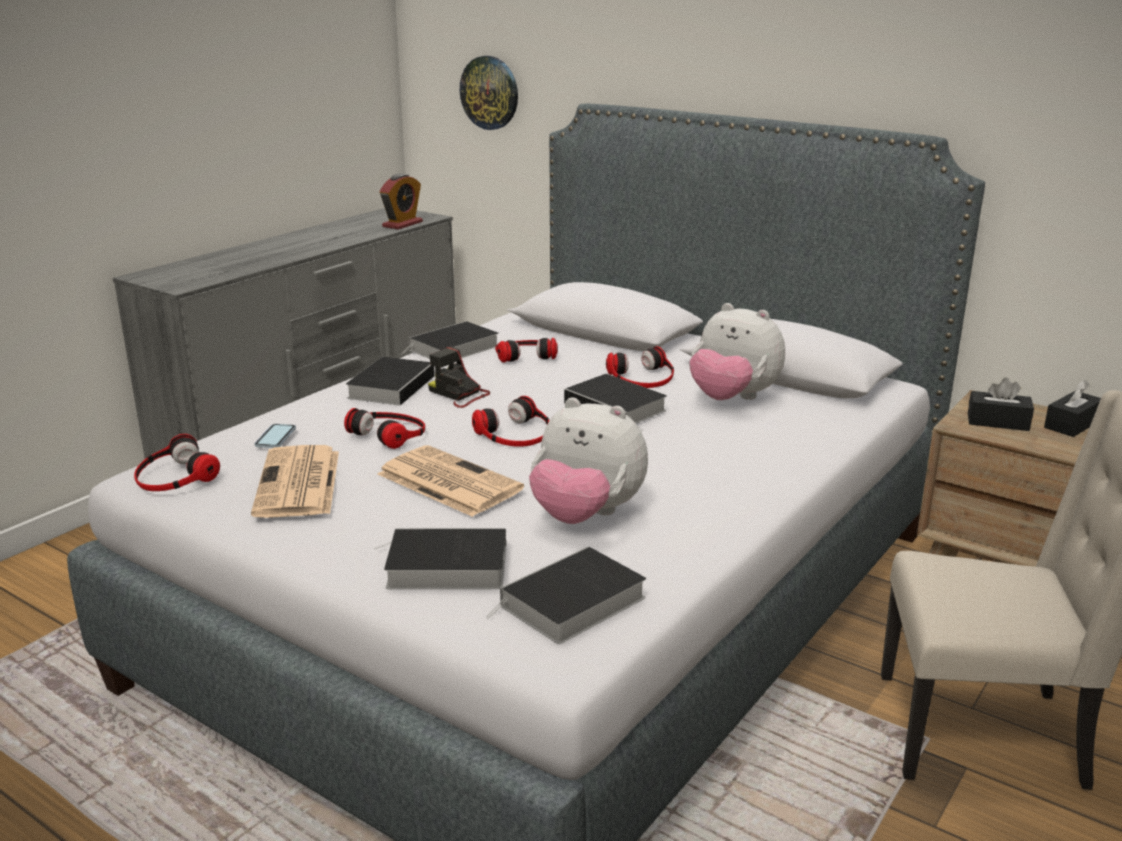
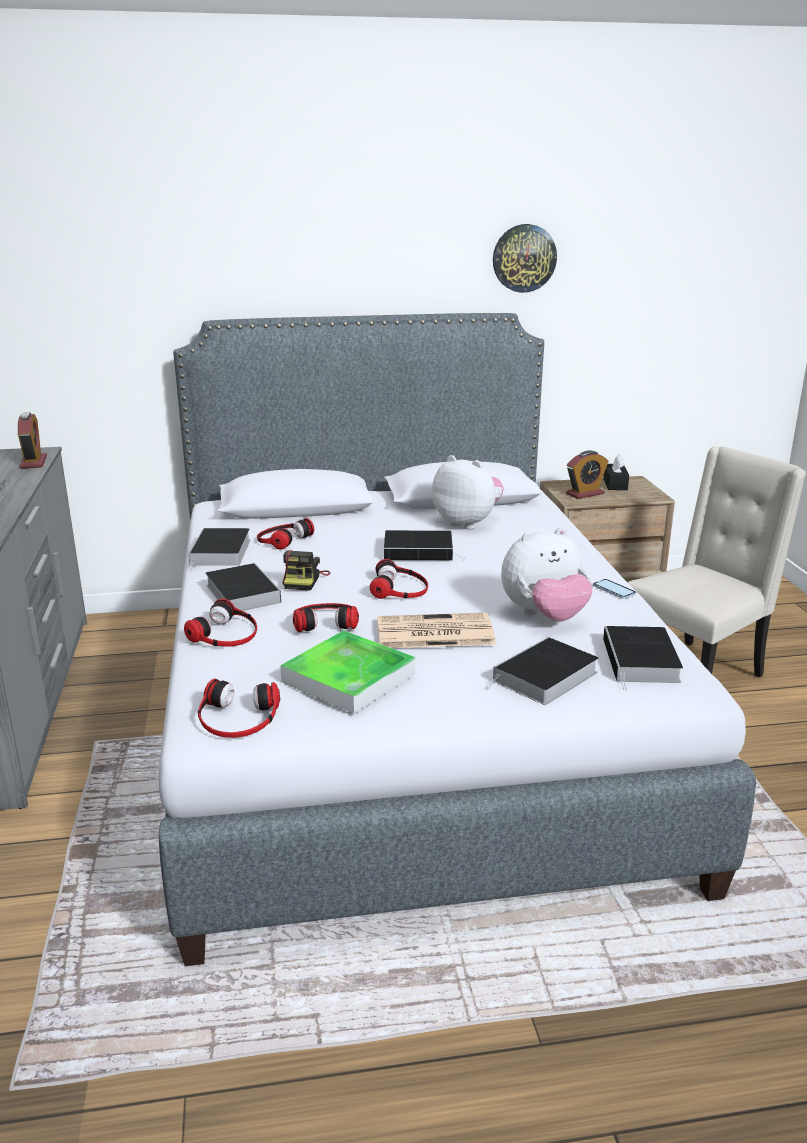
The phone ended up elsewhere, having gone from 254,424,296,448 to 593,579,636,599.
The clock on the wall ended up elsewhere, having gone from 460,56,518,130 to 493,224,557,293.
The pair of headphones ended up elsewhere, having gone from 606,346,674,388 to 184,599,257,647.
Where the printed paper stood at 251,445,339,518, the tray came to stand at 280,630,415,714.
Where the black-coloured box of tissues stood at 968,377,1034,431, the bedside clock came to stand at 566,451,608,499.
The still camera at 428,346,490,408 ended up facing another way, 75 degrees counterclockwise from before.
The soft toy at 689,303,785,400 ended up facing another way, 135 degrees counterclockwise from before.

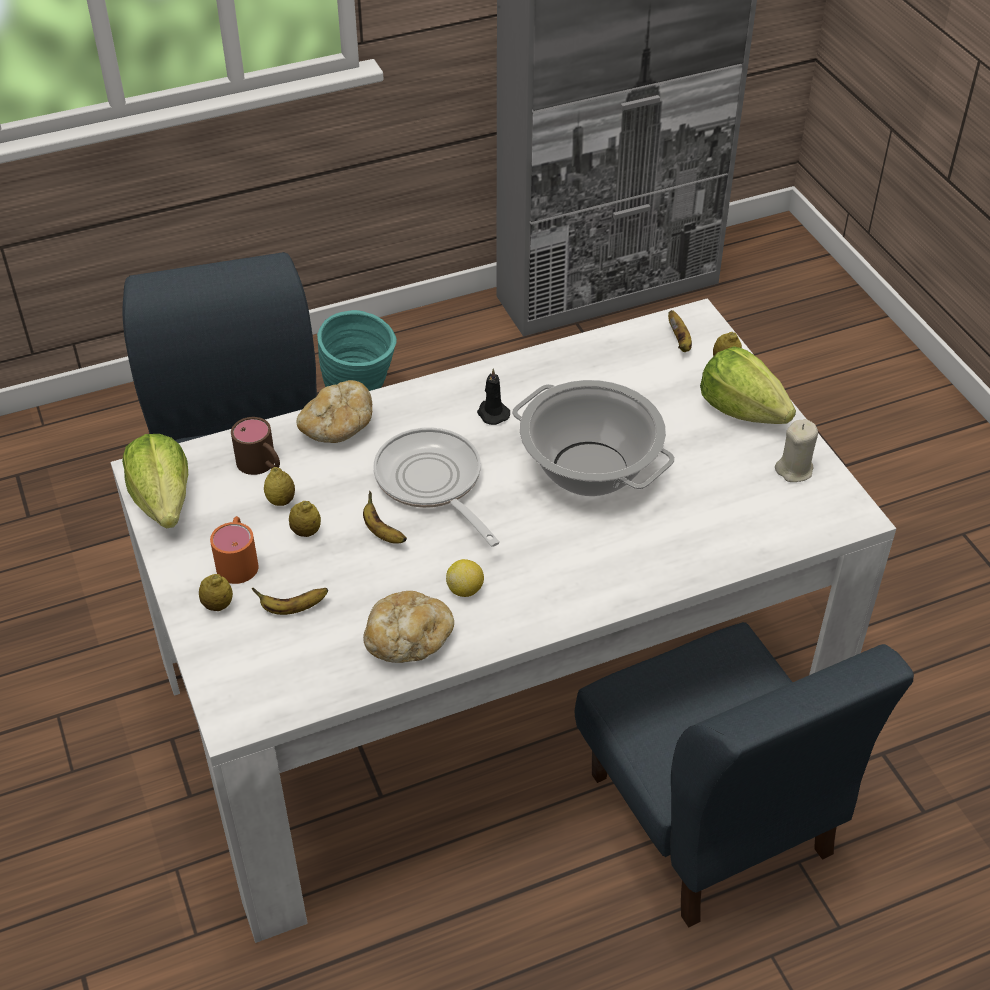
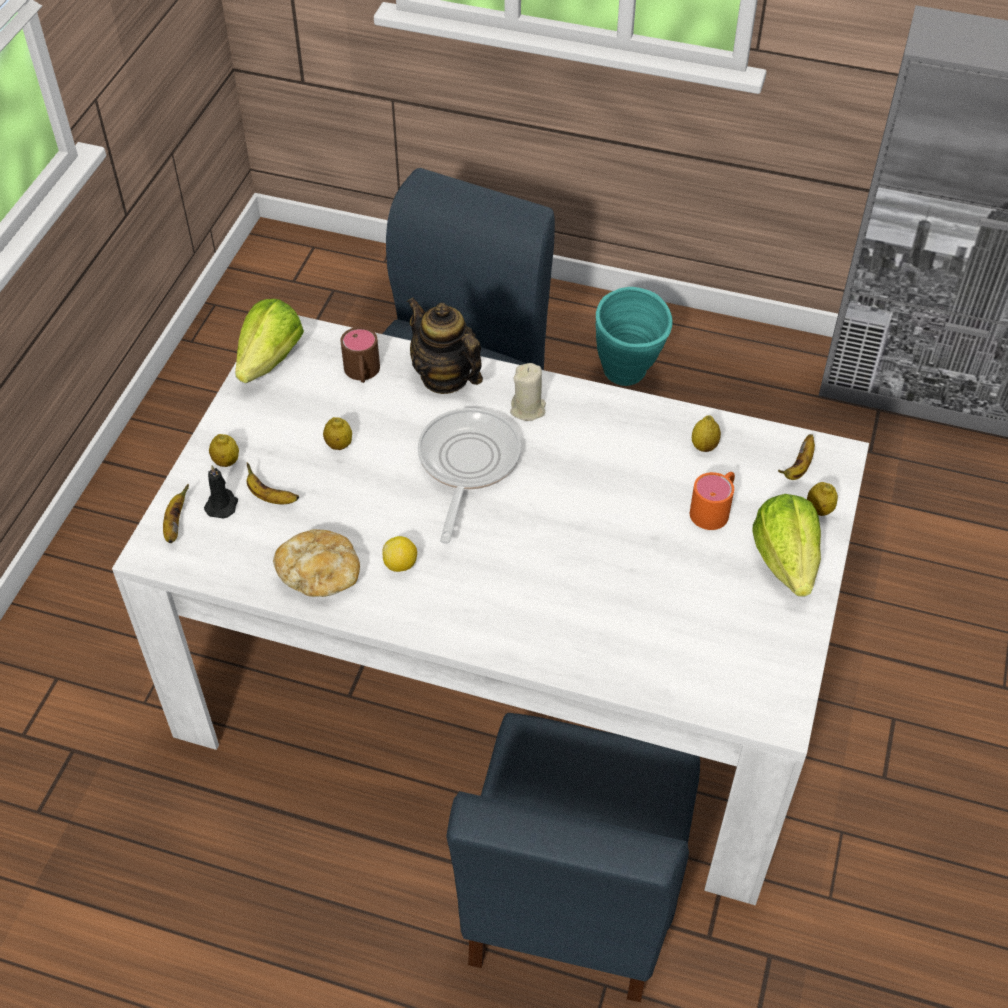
The second view lost the saucepot at 512,380,675,496.
The orange-coloured coffee mug ended up elsewhere, having gone from 210,516,259,584 to 690,472,735,530.
The whole lemon ended up elsewhere, having gone from 264,467,295,506 to 692,415,721,452.
The banana fruit ended up elsewhere, having gone from 363,491,407,544 to 163,484,189,543.
The black-coloured wax light ended up elsewhere, having gone from 477,368,510,425 to 204,465,238,518.
The sand-coloured wax light ended up elsewhere, having gone from 775,419,818,482 to 510,363,546,421.
Where the bakery bread stood at 297,380,372,443, the teapot came to stand at 407,297,483,394.

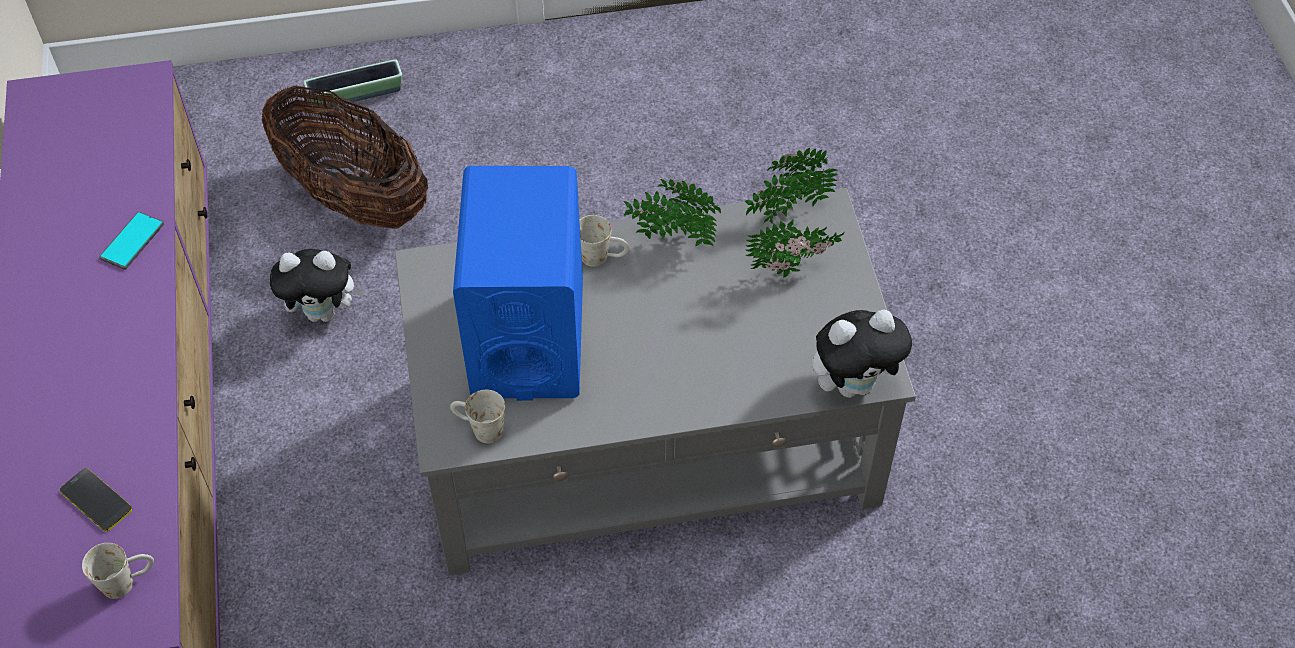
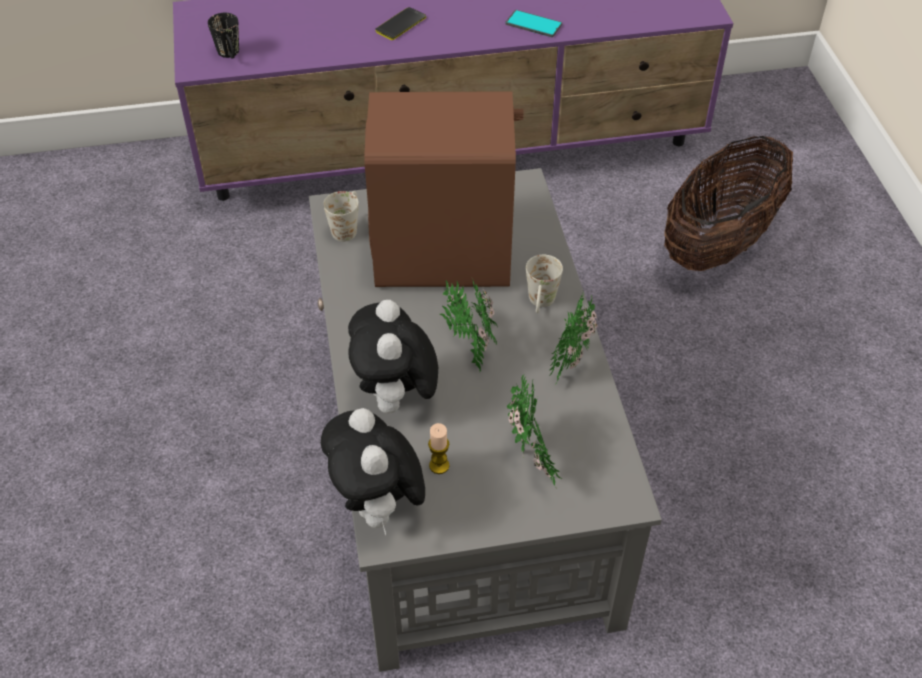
The second view lost the flower pot at 303,59,402,108.
The second view gained the wax light at 428,423,449,474.
The phone ended up elsewhere, having gone from 60,468,132,532 to 375,7,426,40.
The soft toy ended up elsewhere, having gone from 270,249,365,322 to 348,300,438,415.
The potted plant ended up elsewhere, having gone from 745,148,838,224 to 440,277,498,372.
What was the white coffee mug at 82,543,154,599 turned into the black-coloured coffee mug at 208,13,239,58.
What was the bluish loudspeaker at 453,166,583,401 turned into the brown loudspeaker at 364,91,523,287.

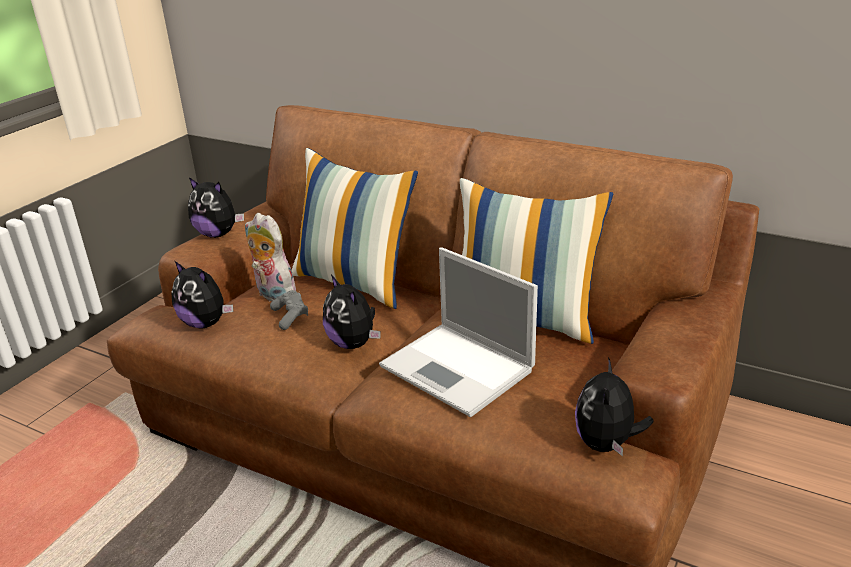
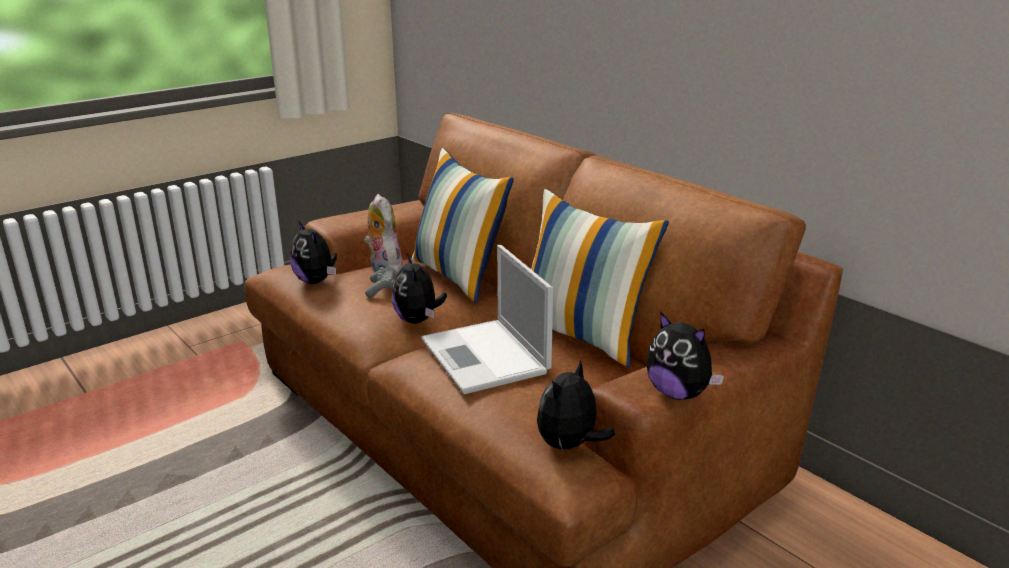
The soft toy ended up elsewhere, having gone from 188,177,244,238 to 646,312,724,400.

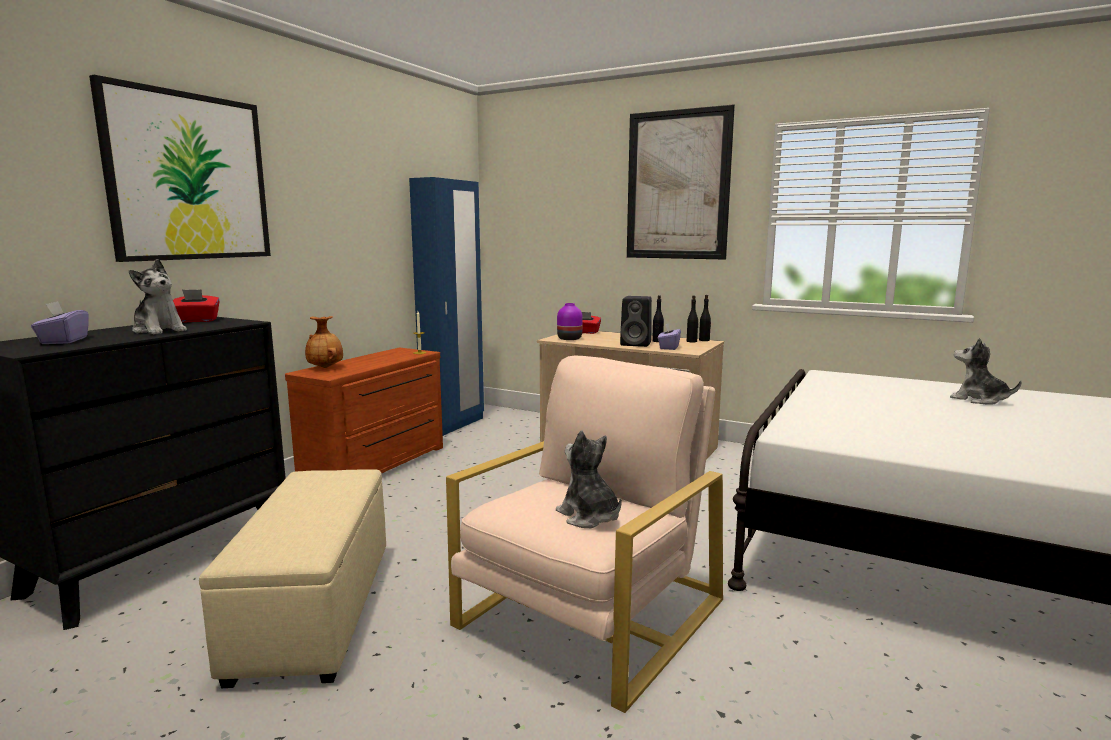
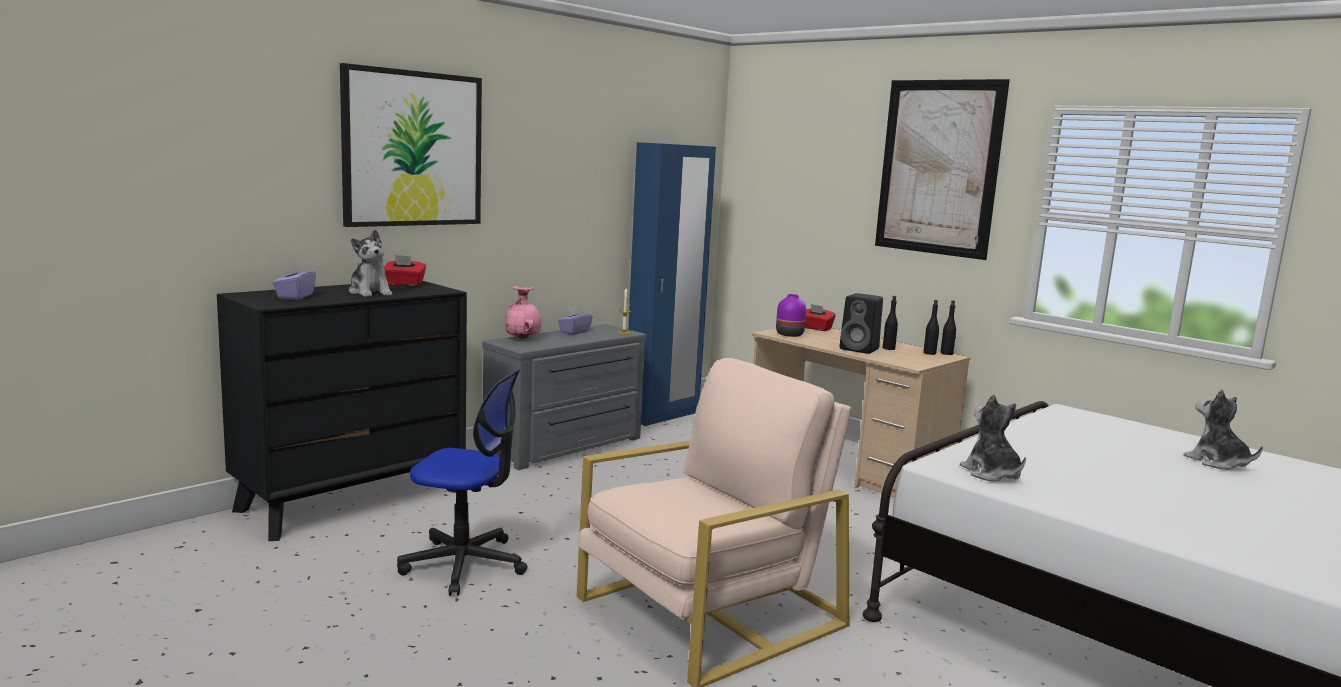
The soft toy ended up elsewhere, having gone from 556,430,622,528 to 960,395,1026,482.
The purplish box of tissues ended up elsewhere, having gone from 658,323,681,350 to 558,306,593,335.
Where the sand-coloured footrest stood at 199,469,386,688, the computer chair came to stand at 397,369,528,596.
What was the brown dresser at 285,348,443,473 turned into the gray dresser at 482,324,646,470.
What was the brown vase at 305,316,343,368 turned into the pink-coloured vase at 504,286,541,339.

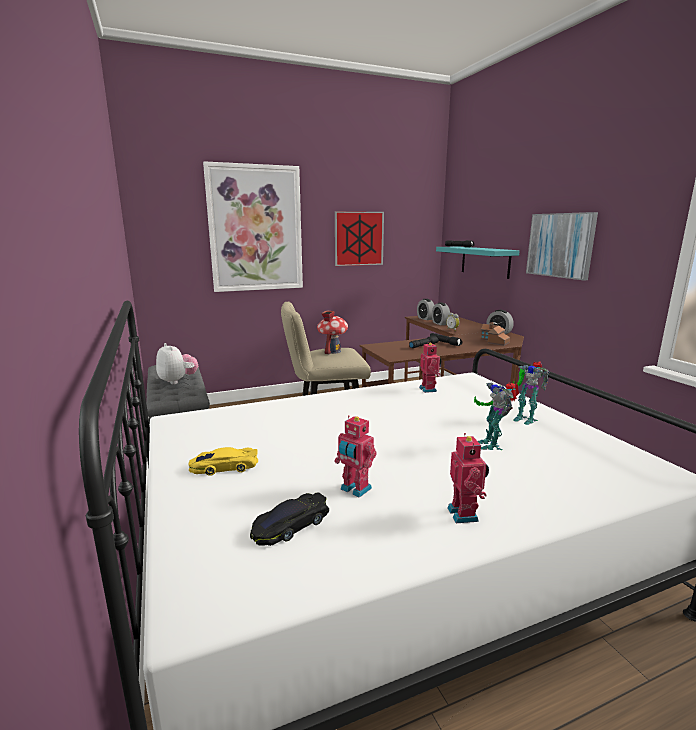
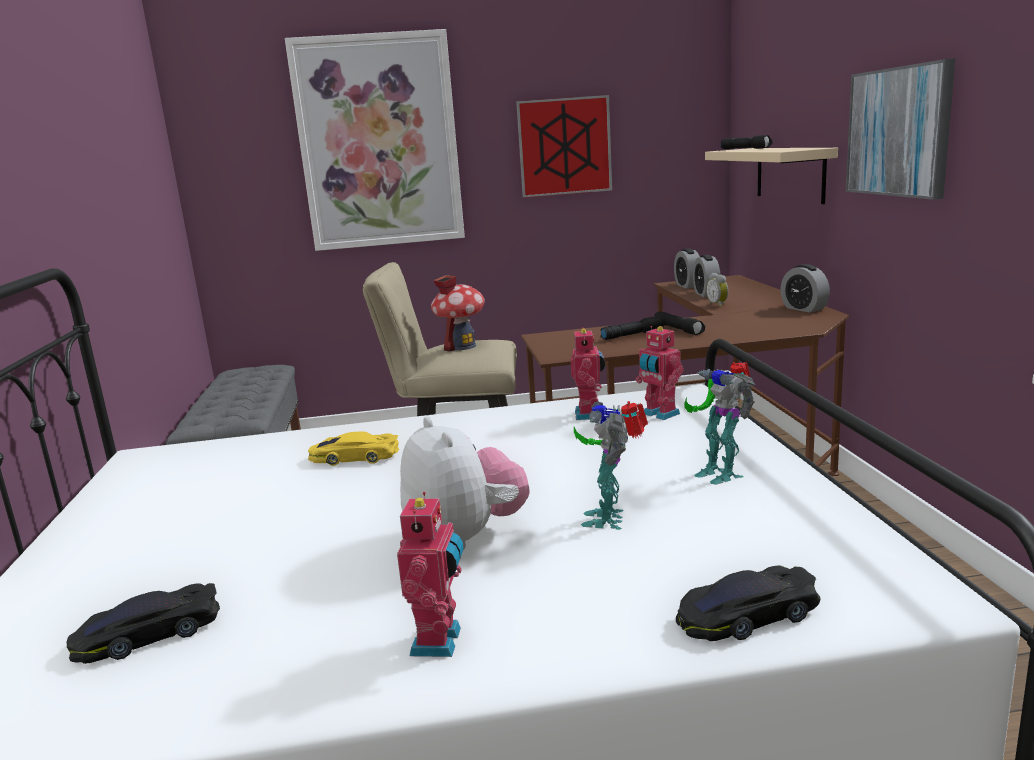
The second view lost the model house at 481,322,510,346.
The second view gained the black-coloured toy car at 676,565,821,641.
The soft toy ended up elsewhere, having gone from 156,343,198,384 to 400,416,530,550.
The yellow toy car ended up elsewhere, having gone from 189,447,258,476 to 308,431,399,466.
The model robot ended up elsewhere, having gone from 335,415,377,498 to 636,326,683,420.
What was the turquoise-coloured bracket shelf at 436,246,520,279 turned into the sand-coloured bracket shelf at 705,148,838,204.

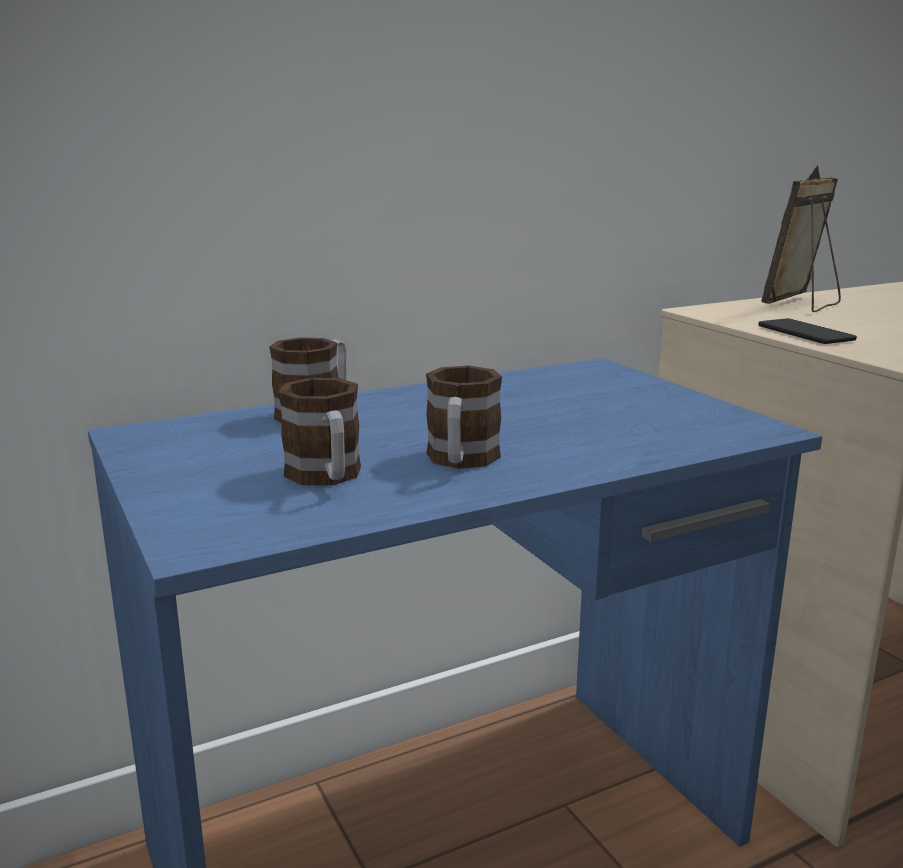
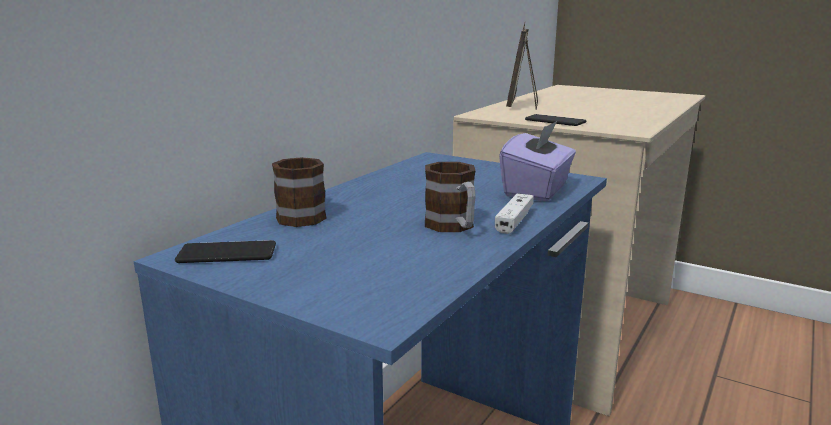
The second view lost the coffee mug at 278,378,361,486.
The second view gained the phone at 175,240,276,263.
The second view gained the white game controller at 495,193,534,234.
The second view gained the purplish box of tissues at 499,120,576,201.

